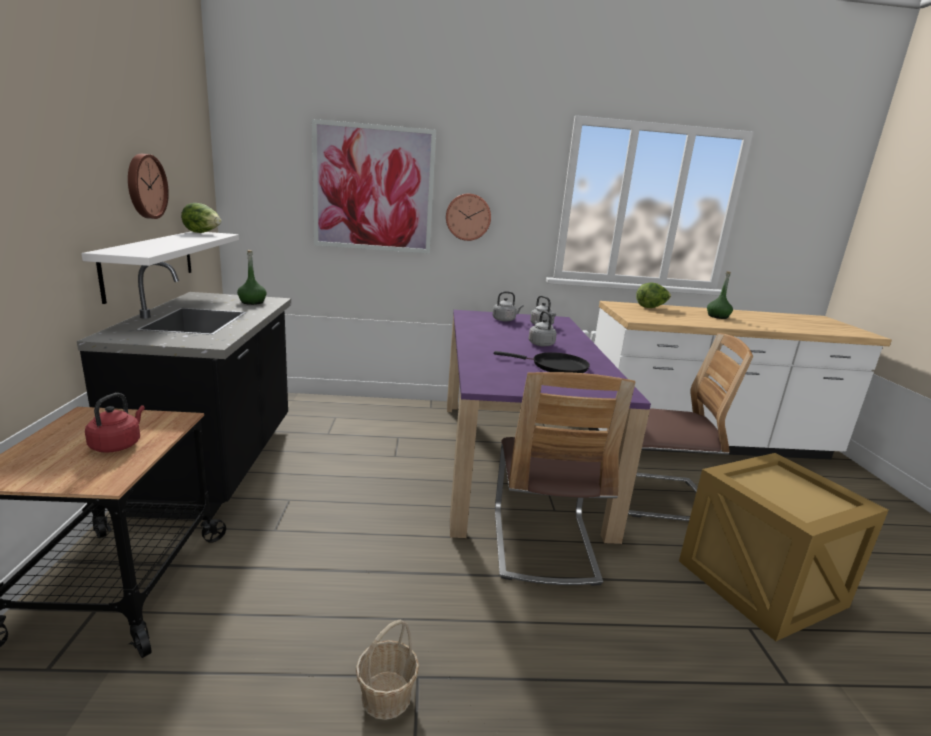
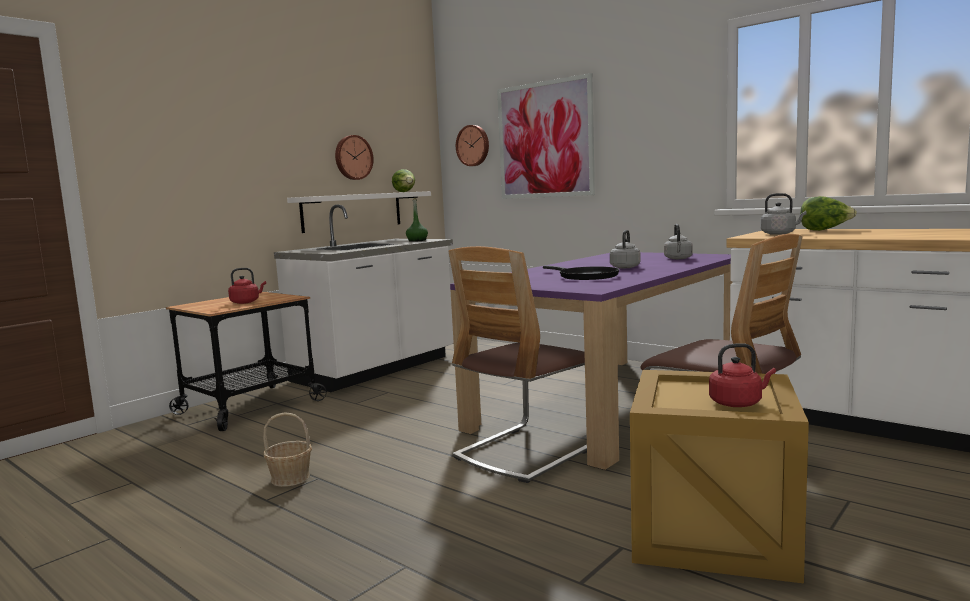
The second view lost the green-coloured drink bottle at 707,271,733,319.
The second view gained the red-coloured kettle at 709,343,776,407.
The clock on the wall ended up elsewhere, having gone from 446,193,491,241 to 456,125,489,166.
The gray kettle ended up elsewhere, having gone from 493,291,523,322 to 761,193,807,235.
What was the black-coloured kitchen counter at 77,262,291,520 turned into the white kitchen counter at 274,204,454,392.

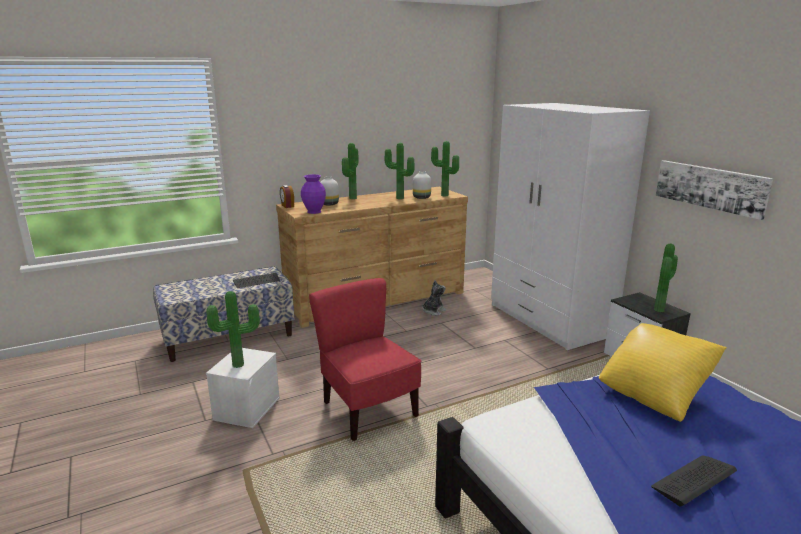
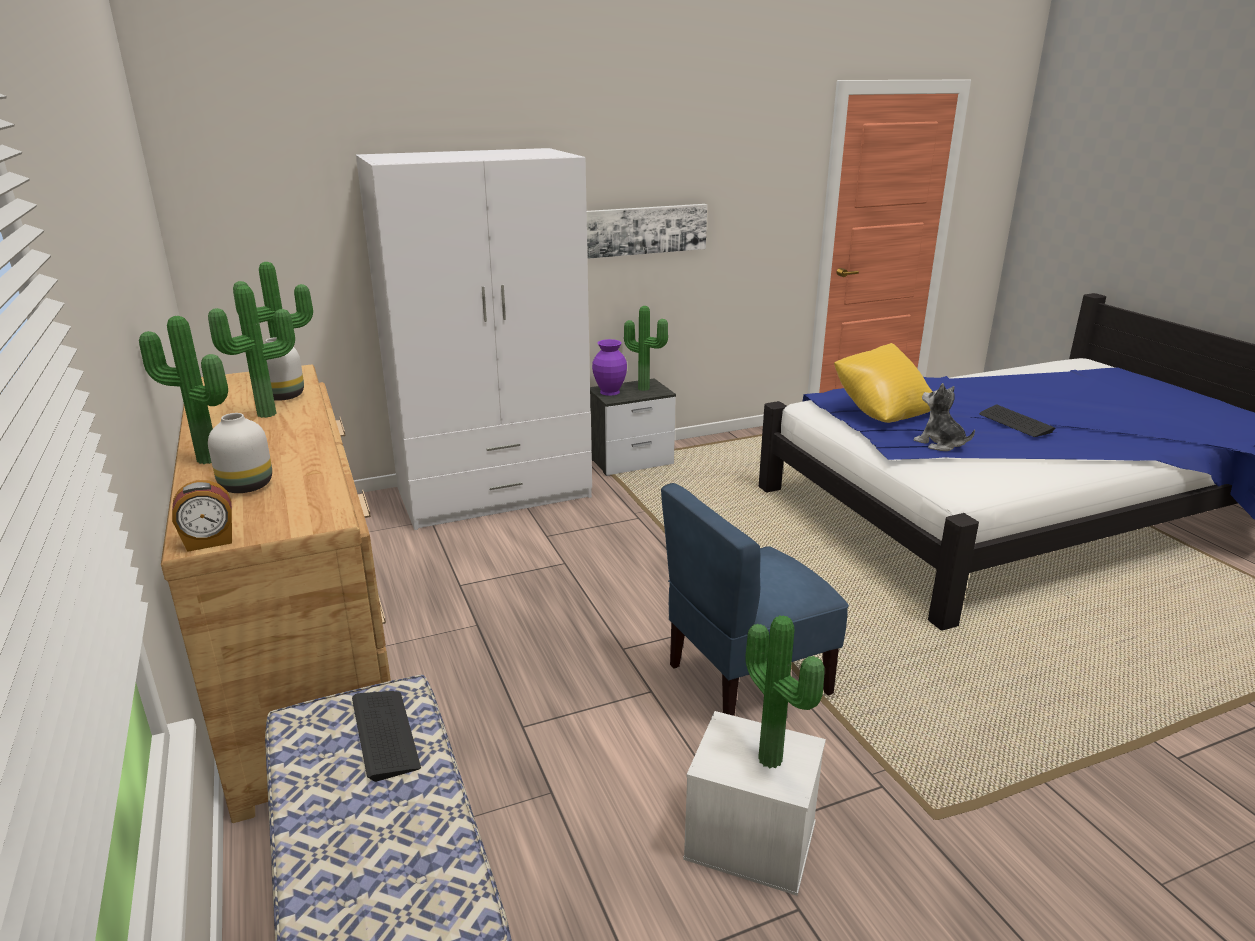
The purplish vase ended up elsewhere, having gone from 301,174,326,214 to 592,339,627,396.
The soft toy ended up elsewhere, having gone from 422,280,446,316 to 914,383,975,451.
What was the red-coloured plain chair at 309,278,421,441 turned into the bluish plain chair at 661,483,849,716.

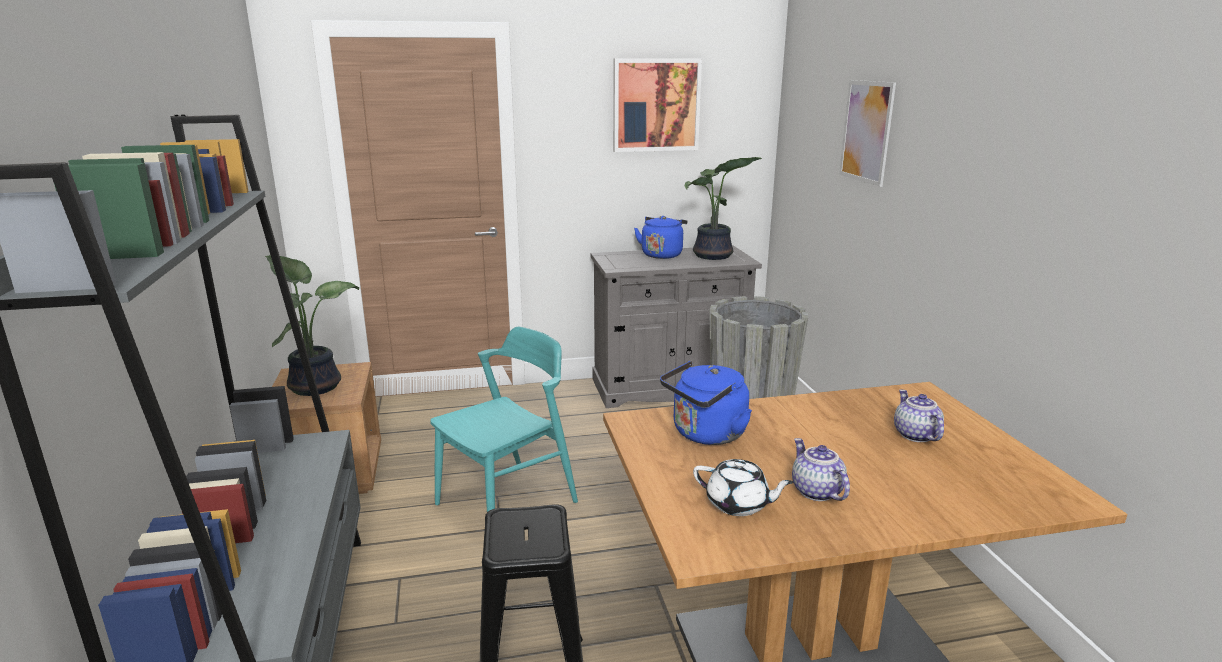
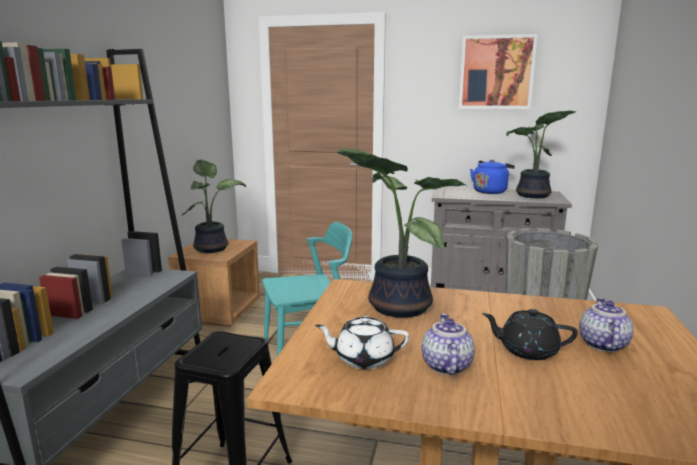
The second view lost the wall art at 839,80,896,187.
The second view gained the black-coloured teapot at 482,309,578,360.
Where the bluish kettle stood at 660,361,752,445, the potted plant came to stand at 336,149,465,318.
The white teapot at 693,459,794,516 ended up facing another way, 135 degrees clockwise from before.

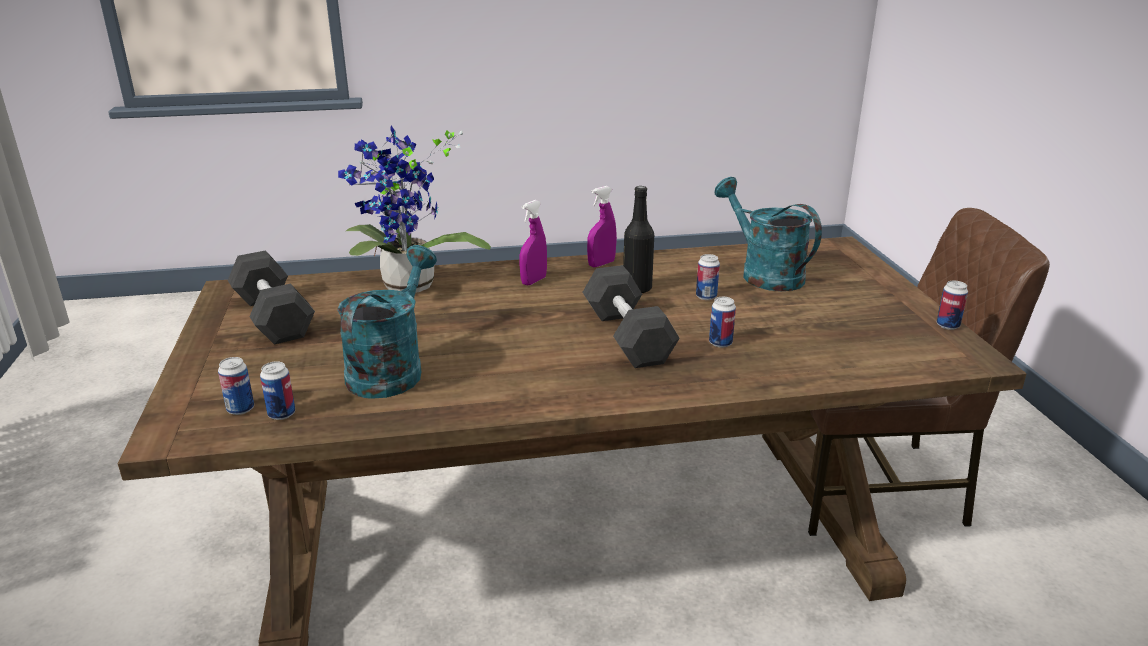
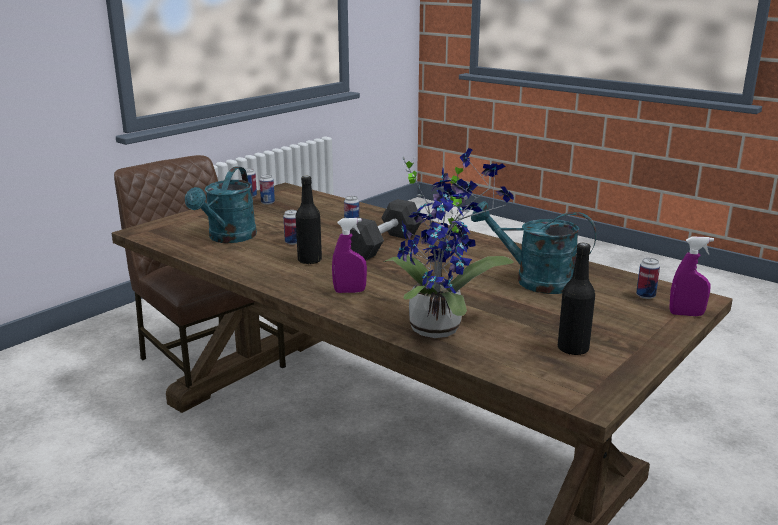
The can ended up elsewhere, having gone from 260,361,295,420 to 260,174,275,205.
The purplish sprayer ended up elsewhere, having gone from 587,186,617,267 to 670,236,714,316.
Where the black-coloured hand weight stood at 228,250,315,345, the black-coloured drink bottle came to stand at 558,243,595,355.
The turquoise-coloured watering can at 337,245,437,399 ended up facing another way, 45 degrees clockwise from before.

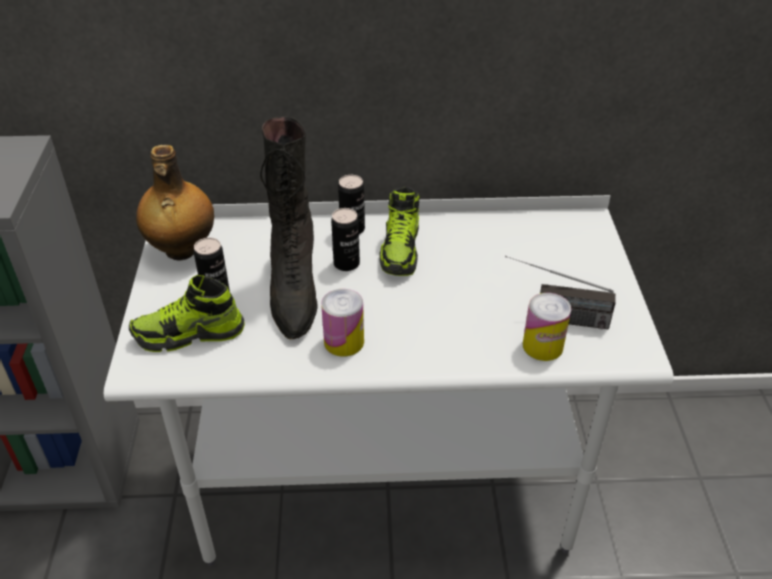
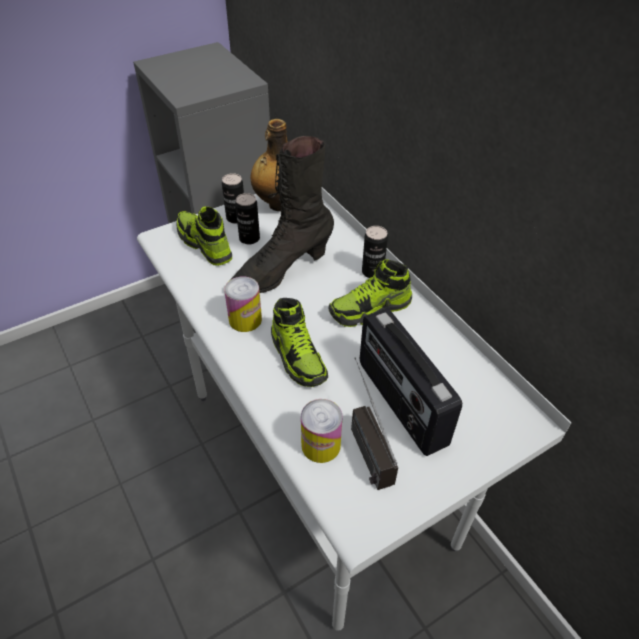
The second view gained the low shoe at 271,298,328,387.
The second view gained the radio receiver at 360,308,462,456.
The can ended up elsewhere, having gone from 331,208,360,271 to 222,173,244,224.

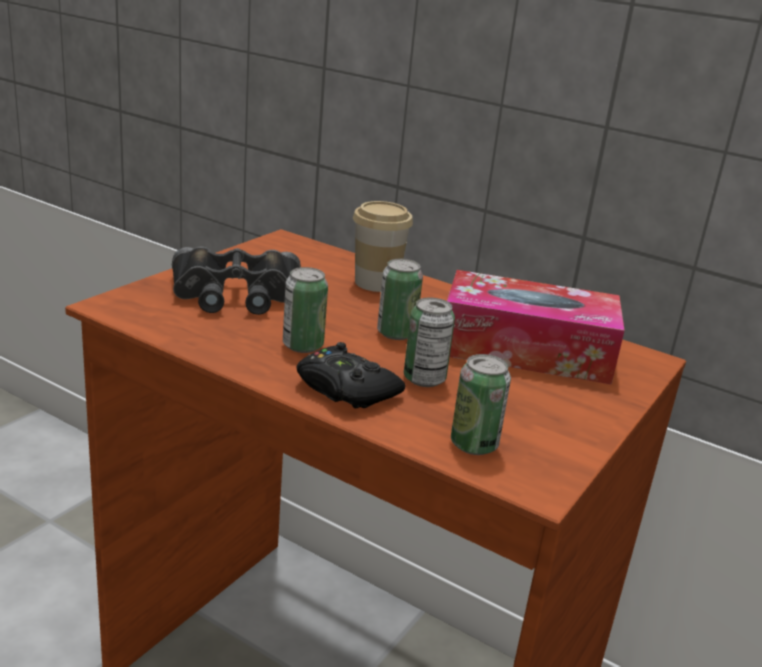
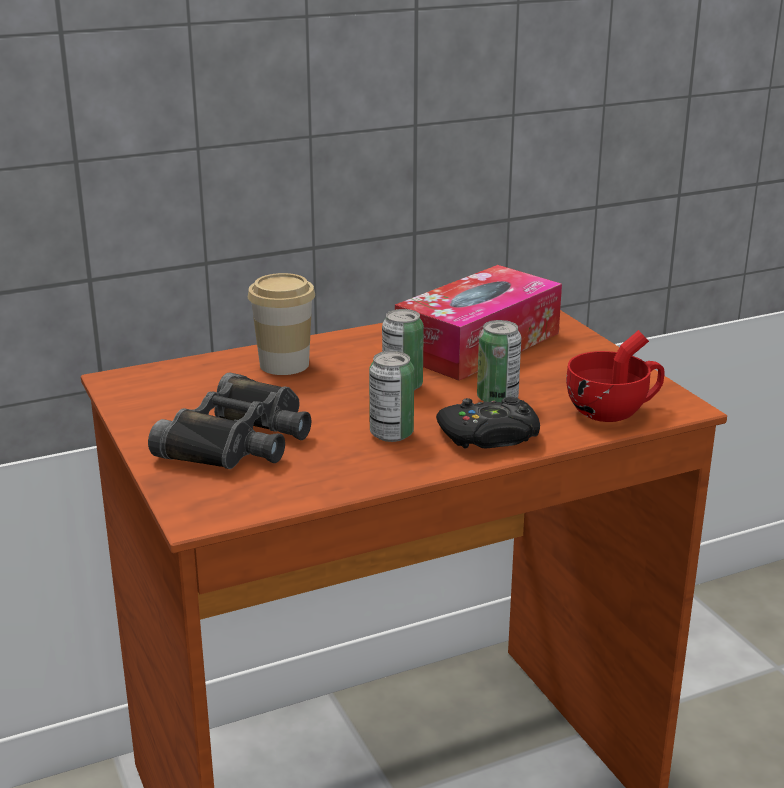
Where the can stood at 451,354,511,455, the red-coloured cup came to stand at 566,330,665,422.

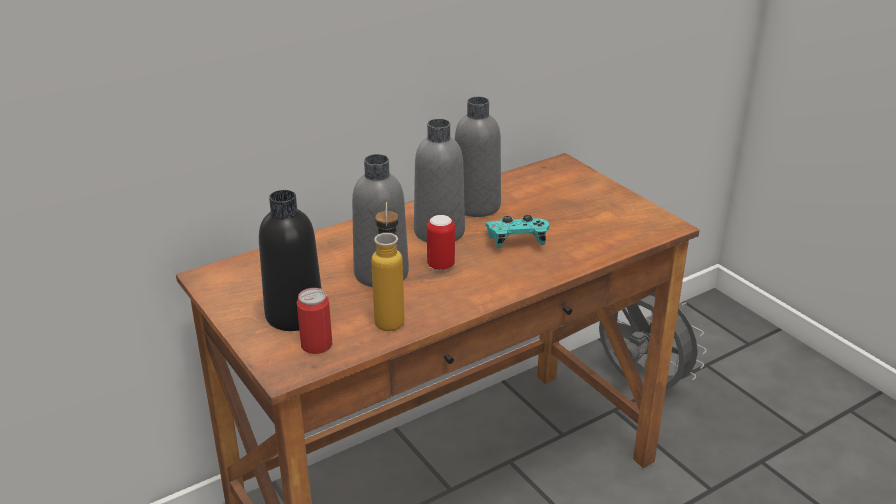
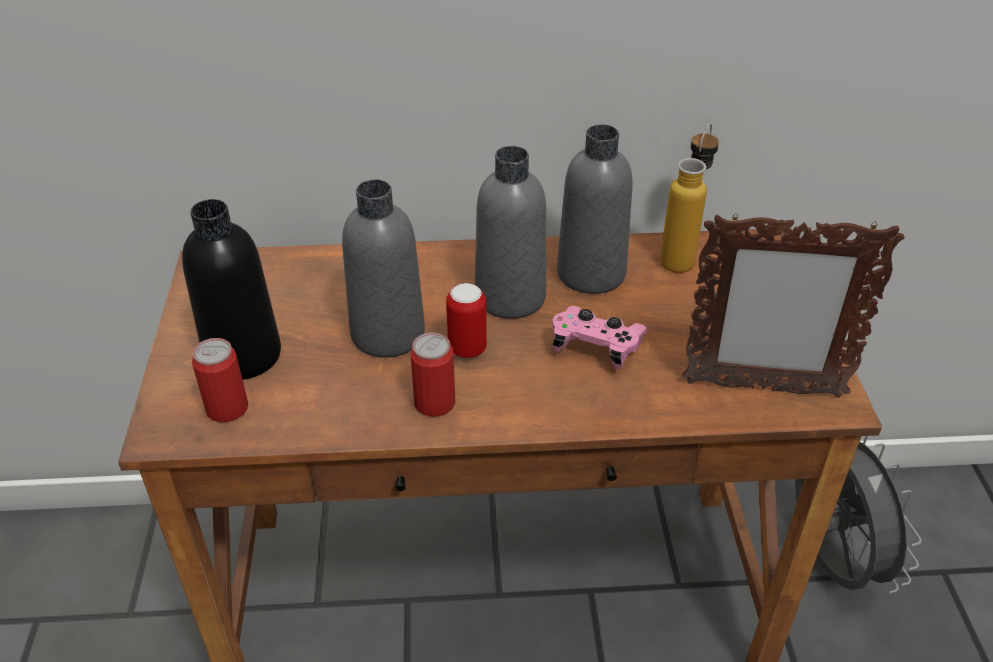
The second view gained the can at 410,333,455,417.
The second view gained the standing frame at 682,213,904,398.
The drink bottle ended up elsewhere, having gone from 371,202,404,331 to 660,124,719,273.
What was the turquoise-coloured game controller at 485,215,549,248 turned into the pink-coloured game controller at 552,306,648,370.

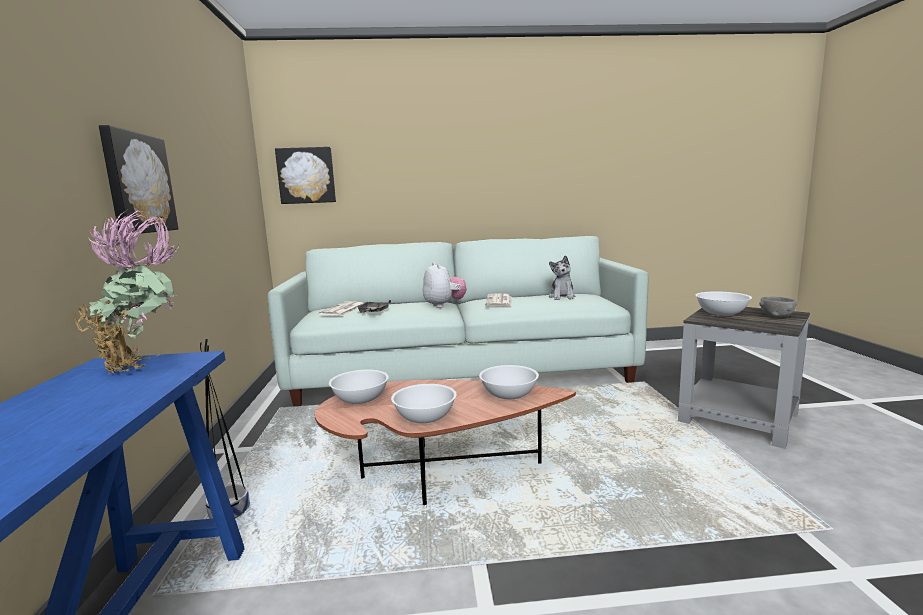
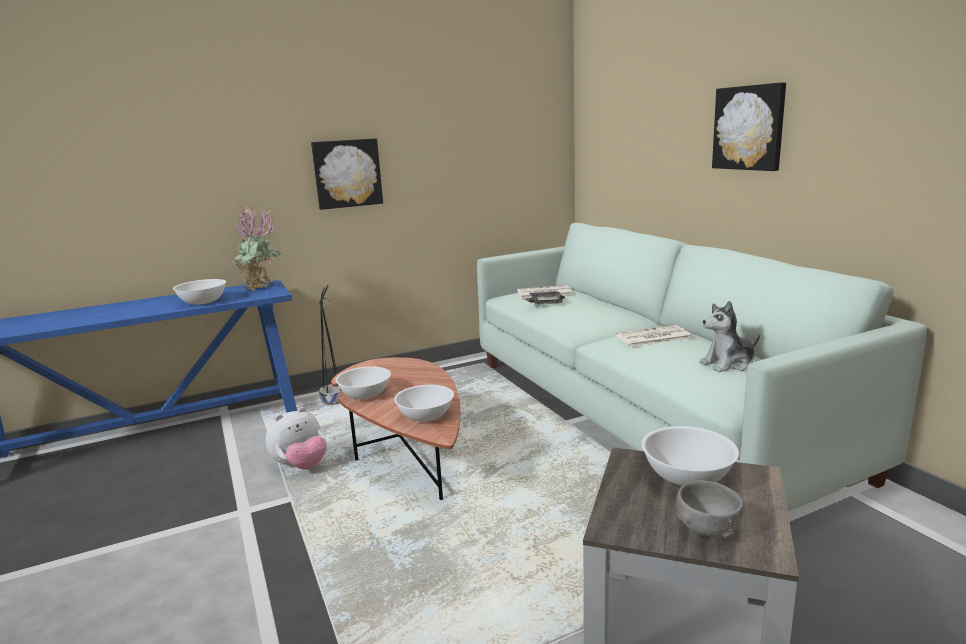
The wall art ended up elsewhere, having gone from 275,147,336,204 to 712,82,786,171.
The white bowl ended up elsewhere, having gone from 329,370,389,404 to 173,279,226,305.
The soft toy ended up elsewhere, having gone from 423,262,467,308 to 266,407,327,470.

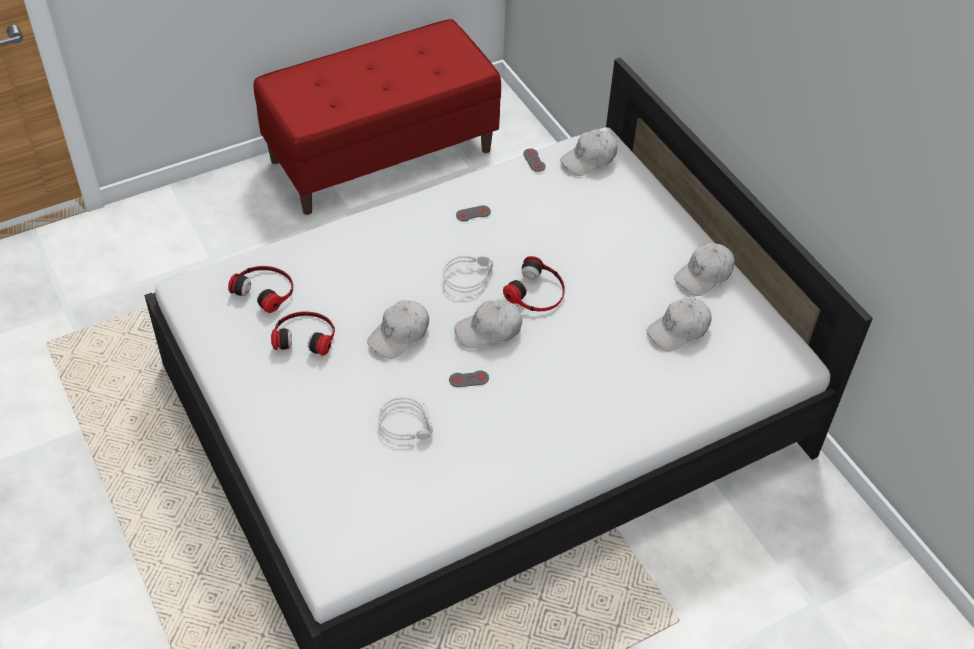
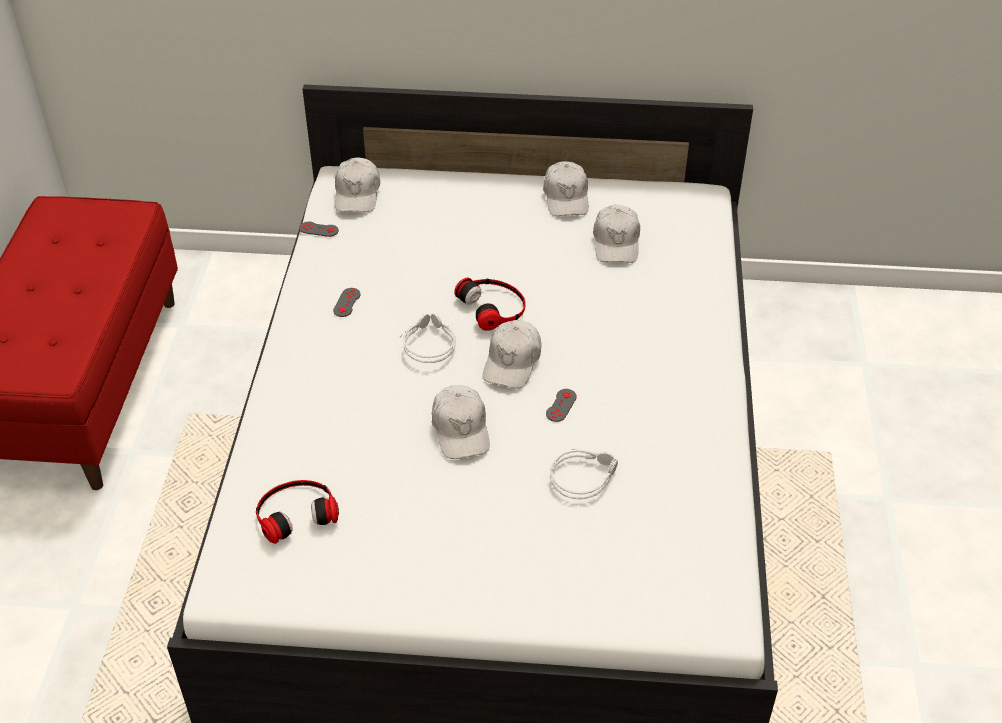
The second view lost the pair of headphones at 271,311,335,356.

